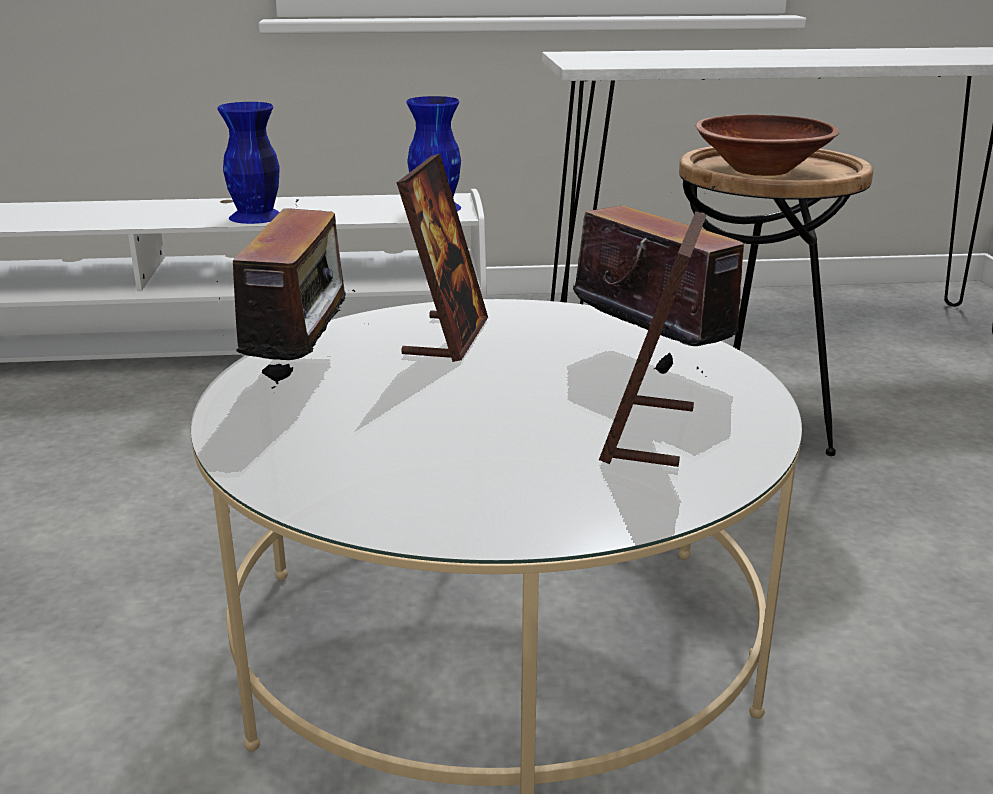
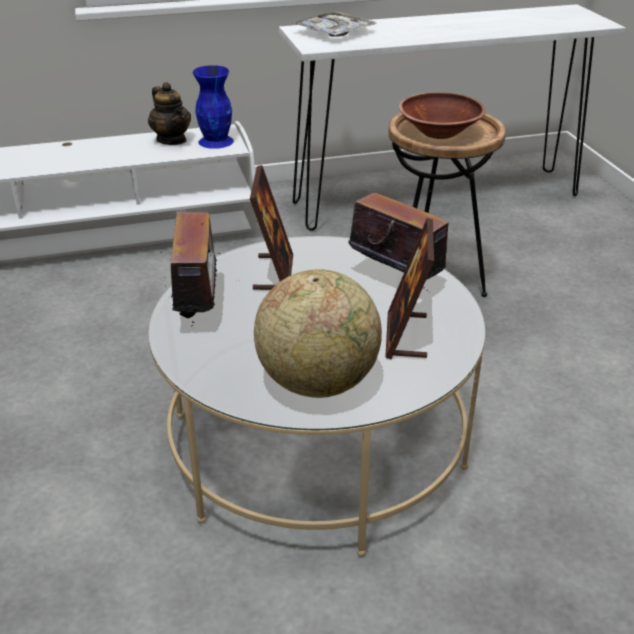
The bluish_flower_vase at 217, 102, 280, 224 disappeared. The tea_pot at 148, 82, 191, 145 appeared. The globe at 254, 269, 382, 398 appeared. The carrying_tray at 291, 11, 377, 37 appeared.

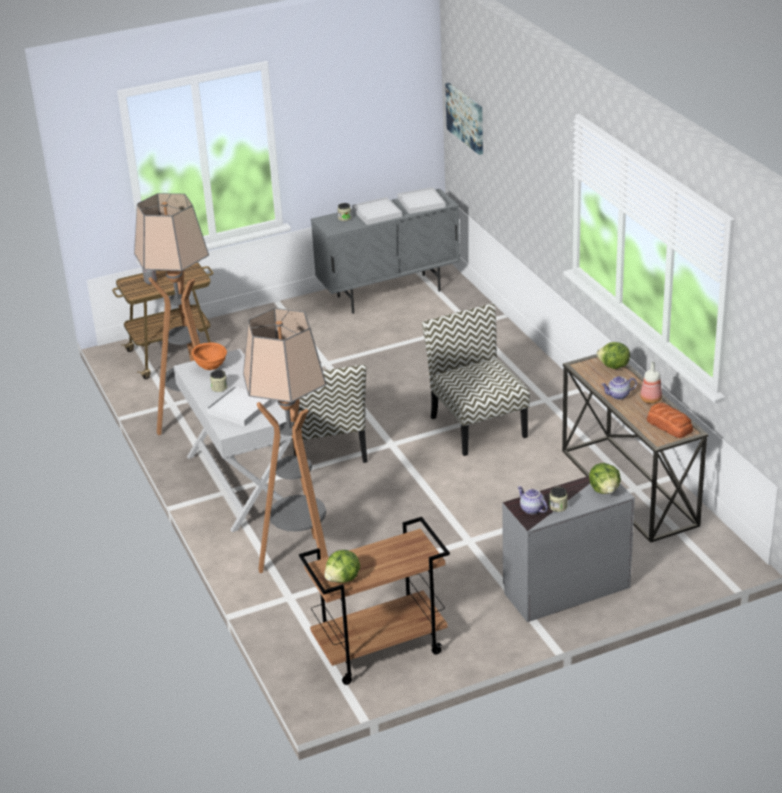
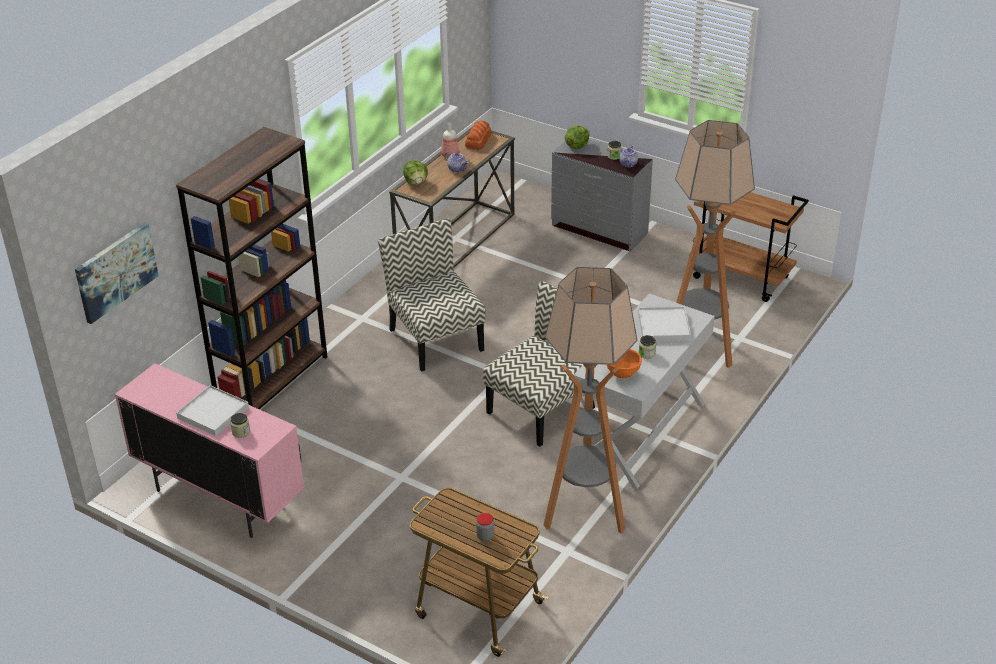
The gray_storage_cabinet at 311, 189, 460, 314 became the pink-coloured_storage_cabinet at 115, 363, 304, 538. The lettuce at 324, 550, 360, 583 disappeared. The whitish_carrying_tray at 397, 187, 445, 214 disappeared. The plain_chair at 422, 303, 530, 456 turned 120 degrees clockwise. The brownish_shelving_unit at 176, 127, 327, 409 appeared.

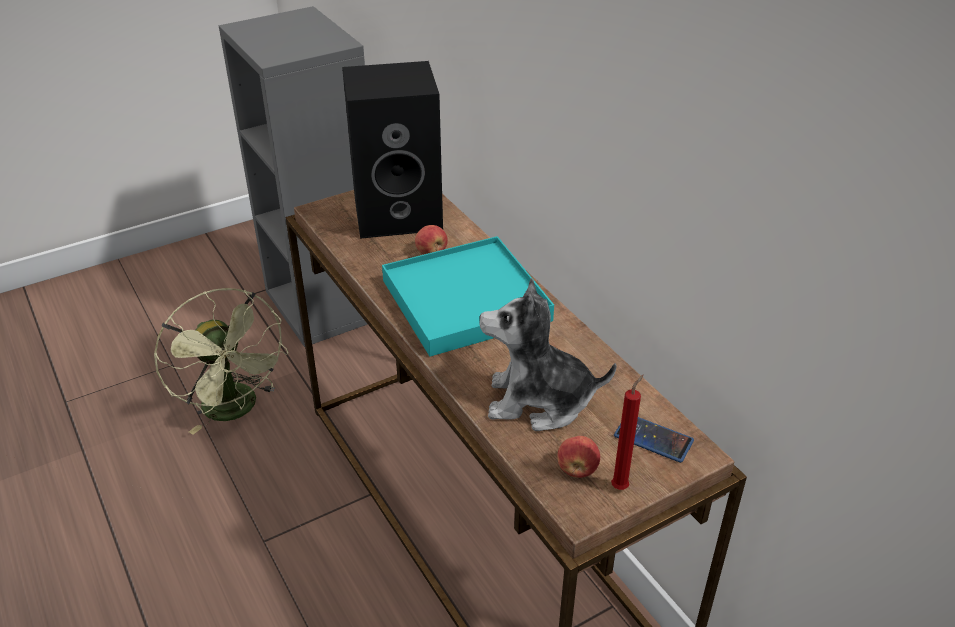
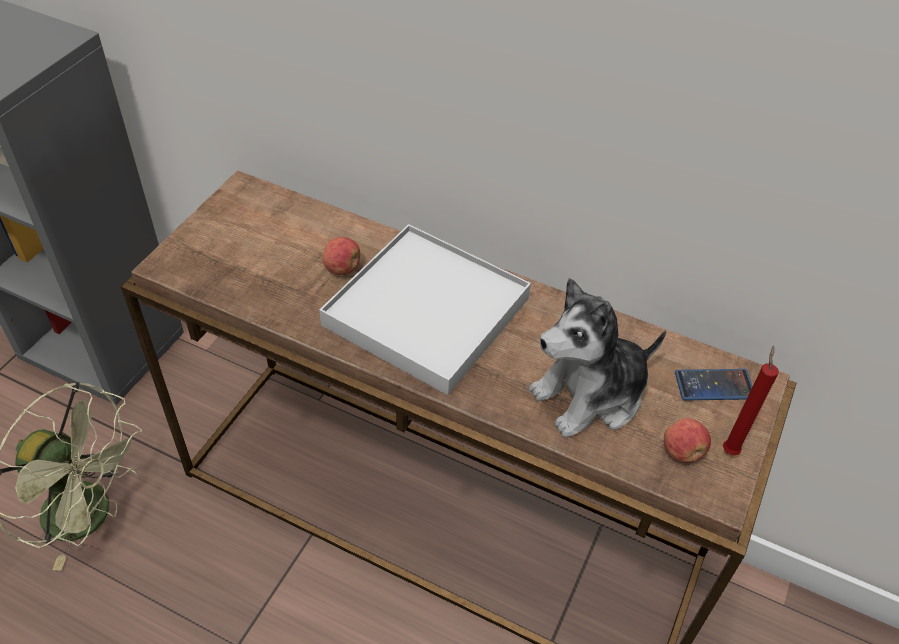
The black_audio_speaker at 342, 61, 443, 239 disappeared. The turquoise-coloured_carrying_tray at 382, 236, 554, 357 became the whitish_carrying_tray at 319, 224, 531, 395.

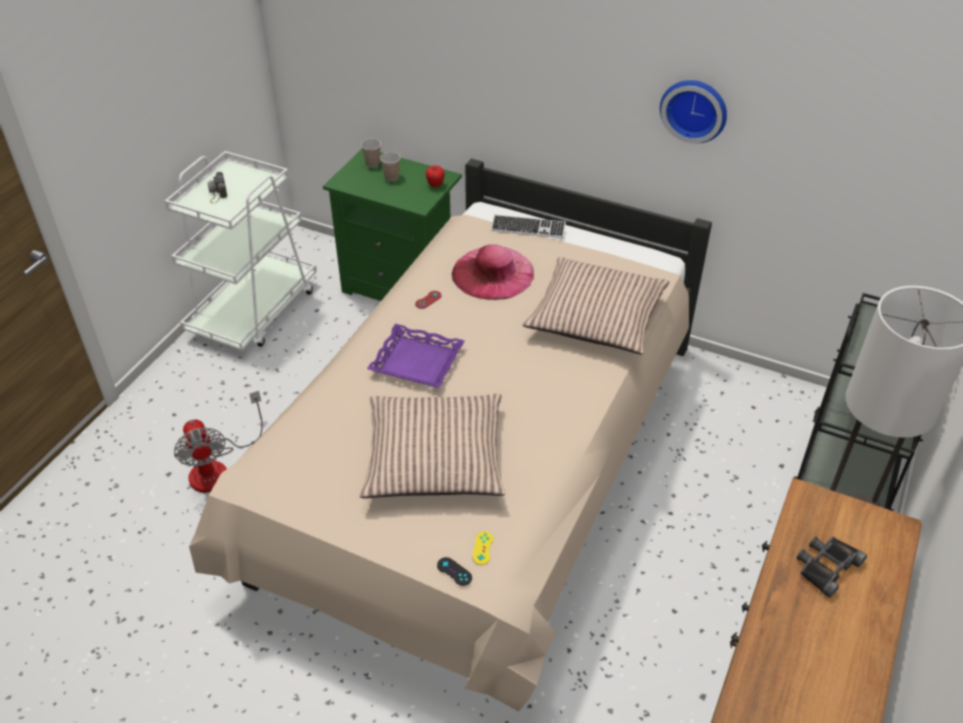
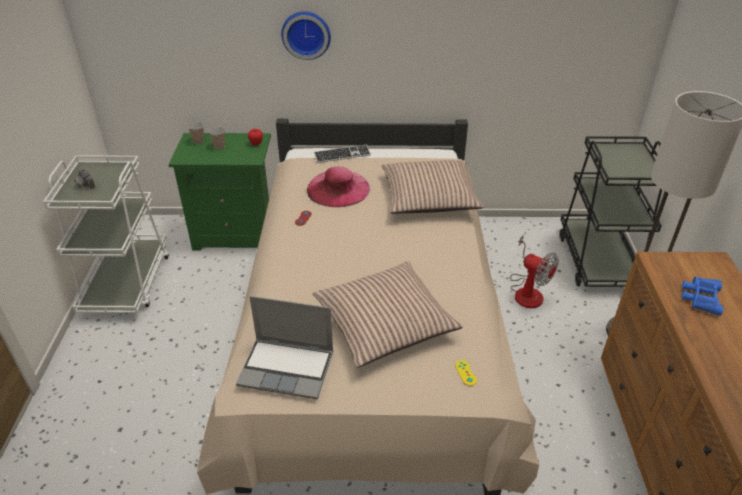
The electric_fan moved from 174, 391, 263, 493 to 510, 235, 559, 308. The purple_carrying_tray at 367, 324, 465, 388 disappeared. The black_joypad at 437, 557, 472, 586 disappeared. The wall_clock moved from 660, 80, 727, 143 to 281, 11, 331, 60. The black_pair_of_binoculars at 796, 536, 867, 598 became the bluish_pair_of_binoculars at 682, 276, 724, 316. The laptop at 236, 296, 333, 400 appeared.

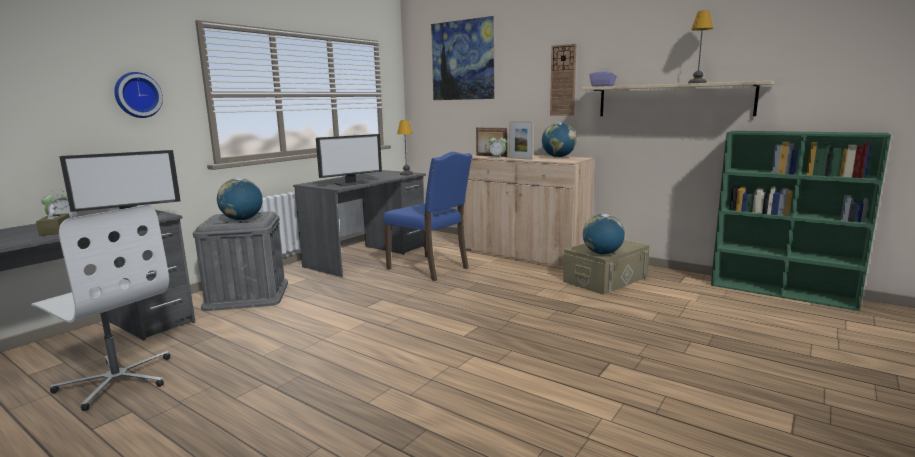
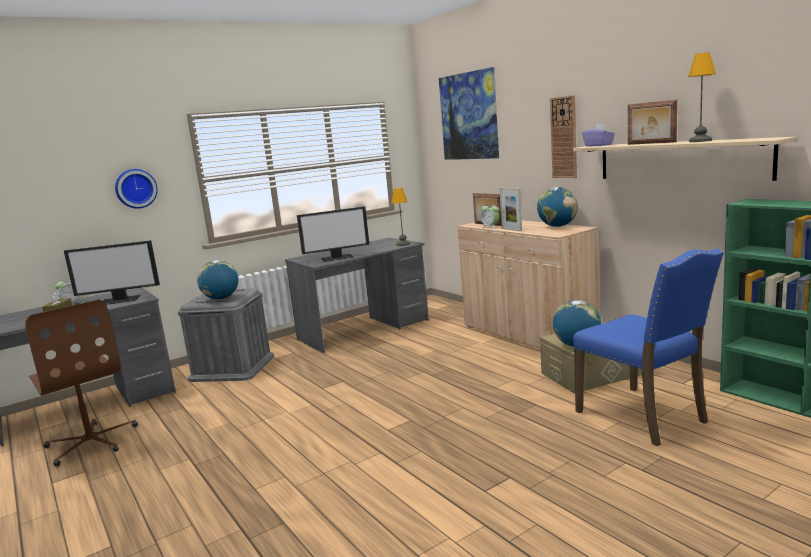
The whitish_desk_chair at 31, 205, 170, 411 became the brownish_desk_chair at 25, 300, 138, 466. The bluish_plain_chair moved from 383, 152, 473, 281 to 573, 249, 724, 446. The standing_frame at 628, 100, 677, 145 appeared.

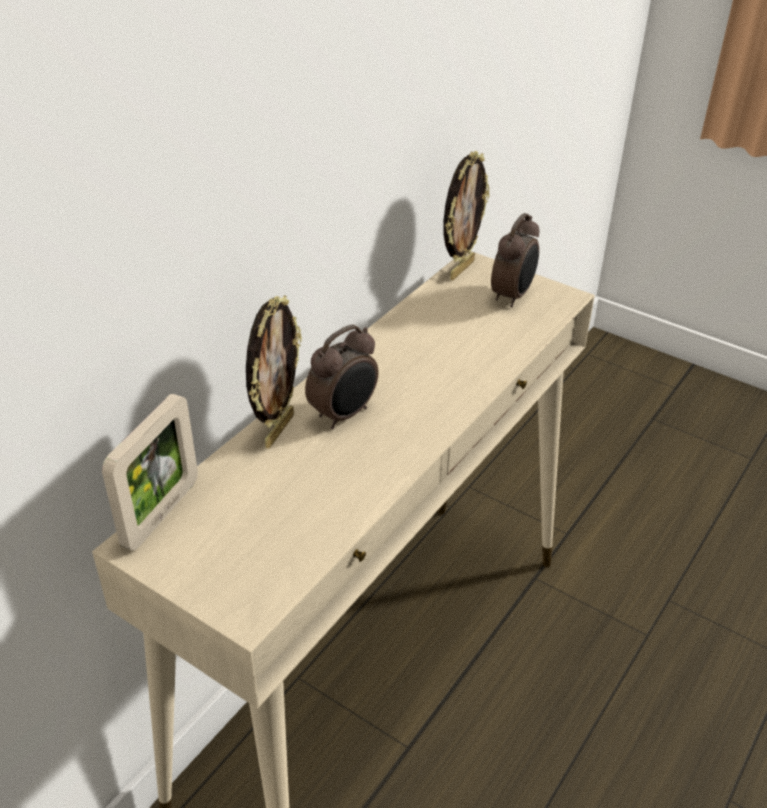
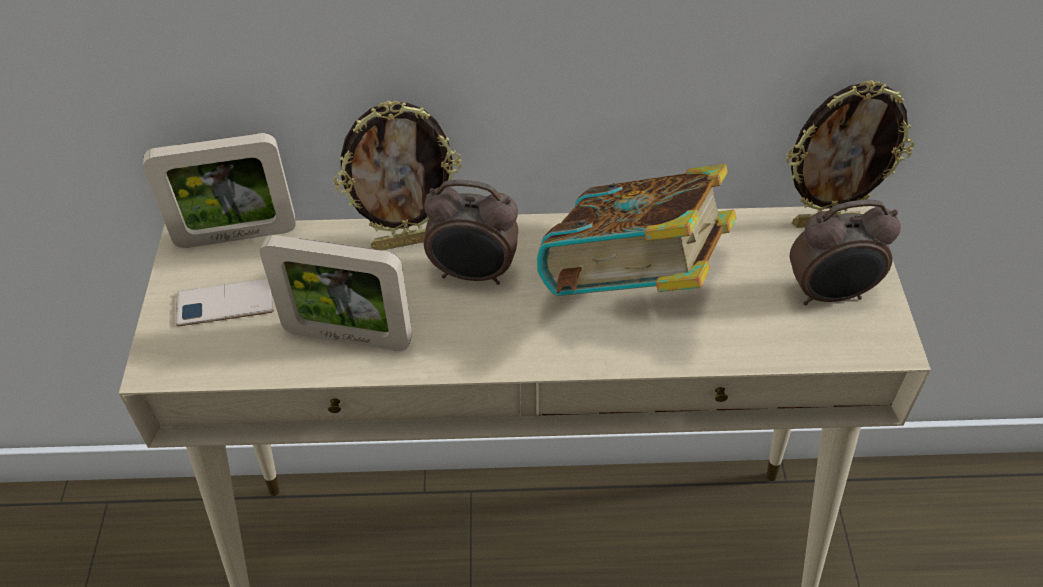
The handset at 176, 278, 274, 326 appeared. The standing_frame at 260, 235, 412, 351 appeared. The book at 537, 163, 736, 296 appeared.

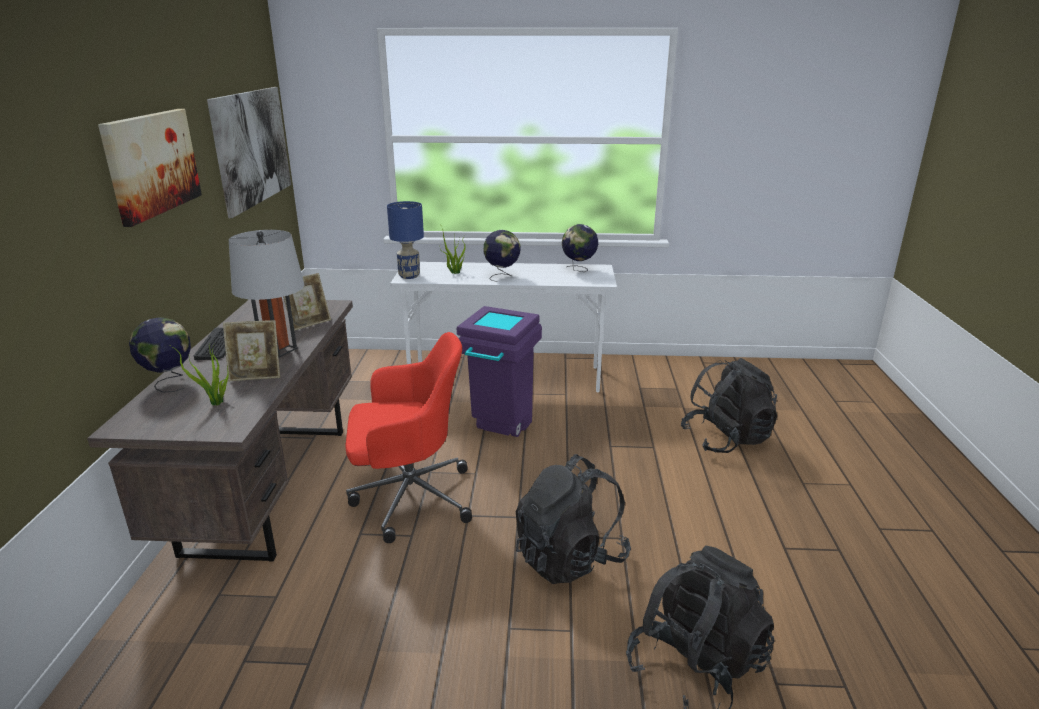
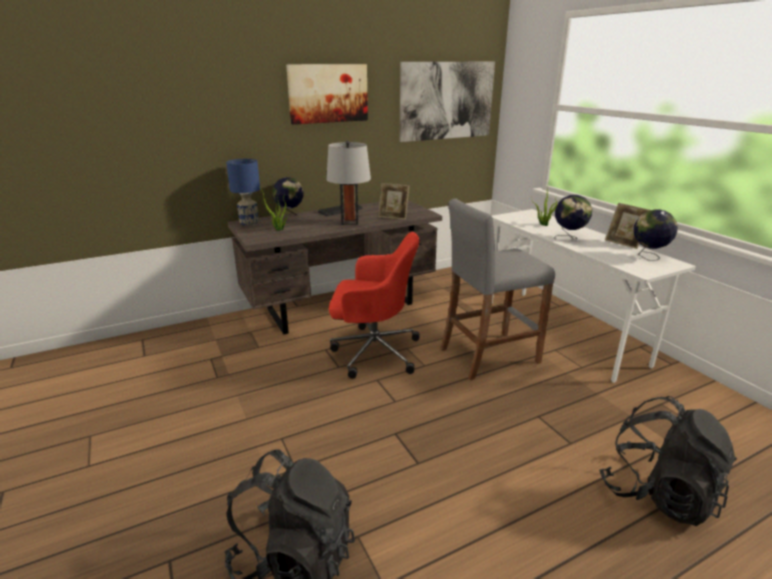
The standing_frame moved from 223, 320, 280, 381 to 605, 203, 651, 249. The reddish_desk_chair at 345, 332, 472, 543 turned 45 degrees counterclockwise. The bluish_table_lamp moved from 387, 201, 424, 279 to 226, 159, 260, 226. The purple_waste_bin at 457, 306, 542, 437 was replaced by the gray_sitting_stool at 440, 199, 555, 380. The black_rucksack at 516, 454, 631, 584 disappeared.

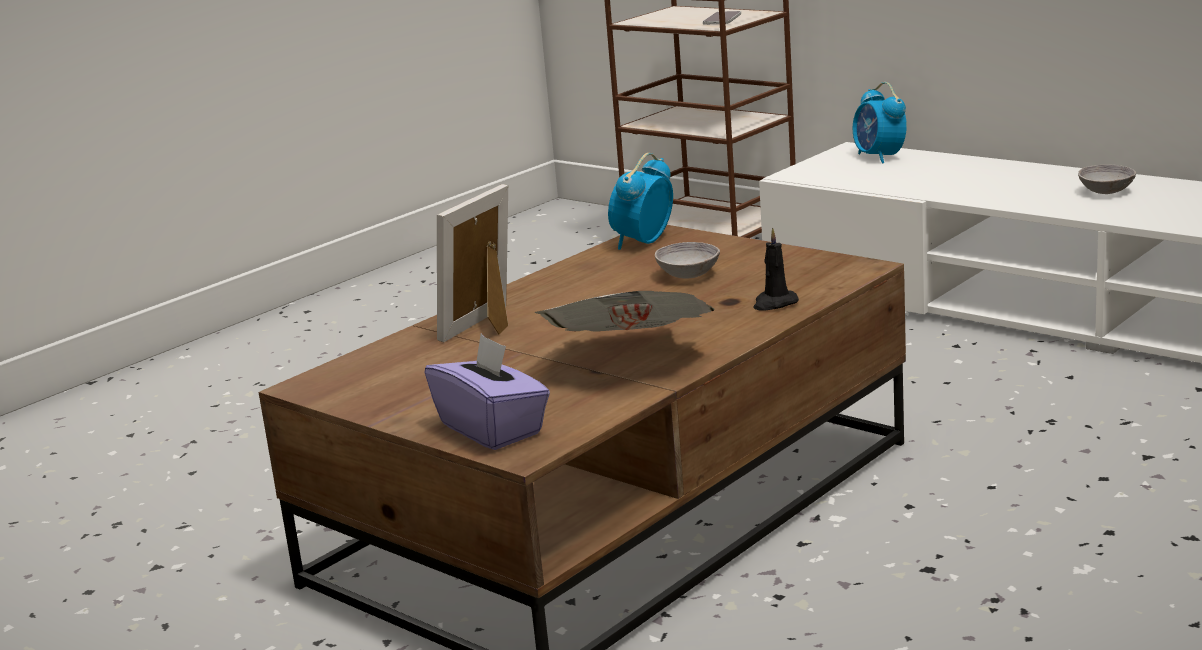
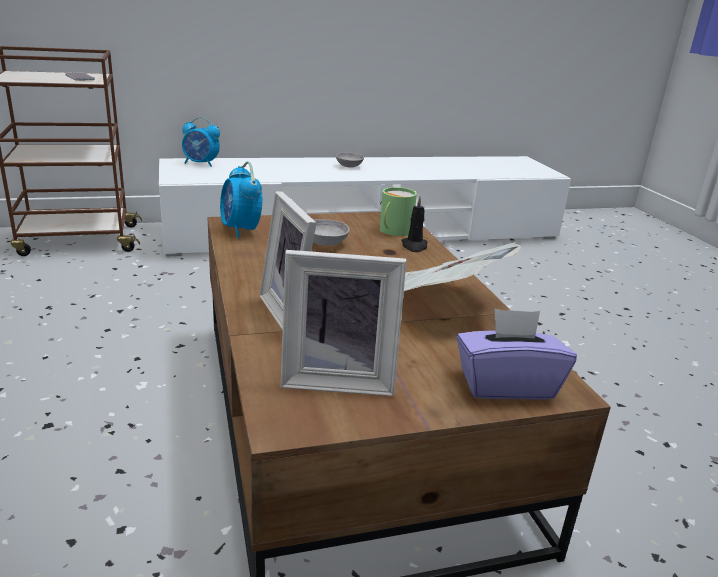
The standing_frame at 281, 250, 407, 396 appeared. The green-coloured_mug at 380, 187, 417, 236 appeared.

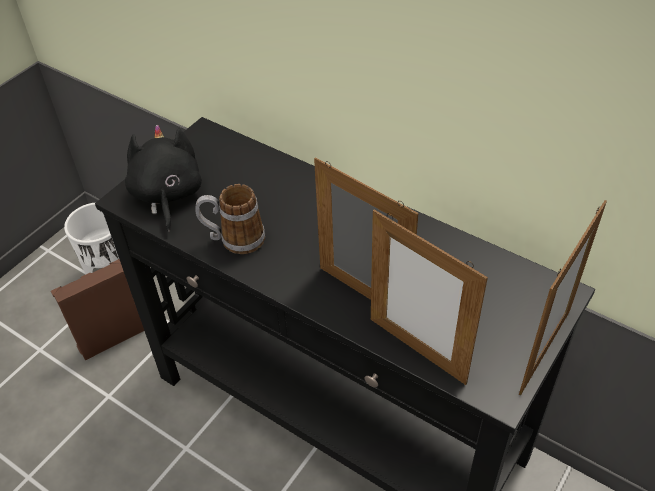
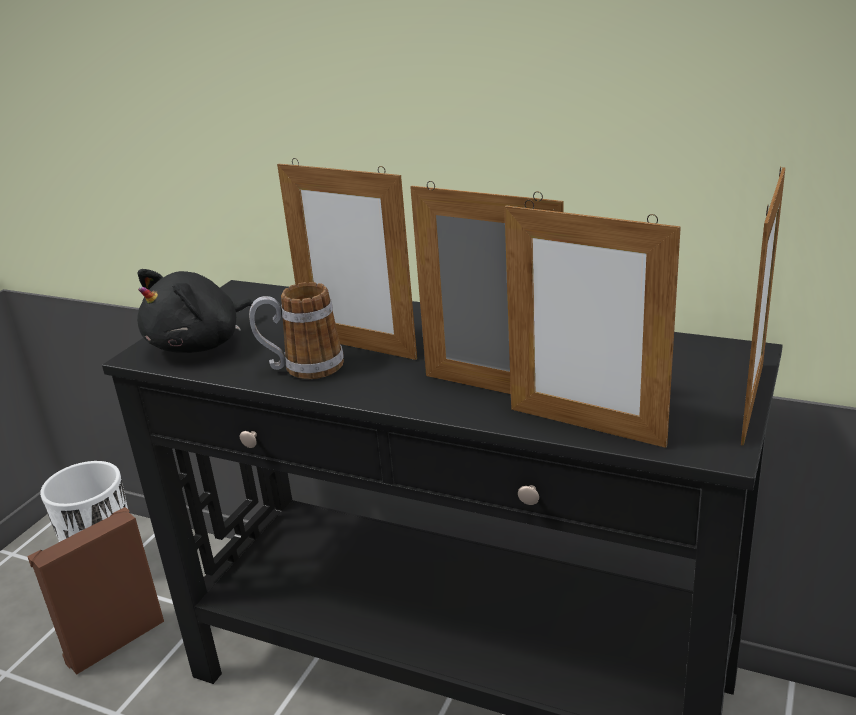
The black_cuddly_toy at 125, 125, 202, 232 turned 120 degrees counterclockwise. The standing_frame at 277, 158, 417, 360 appeared.

